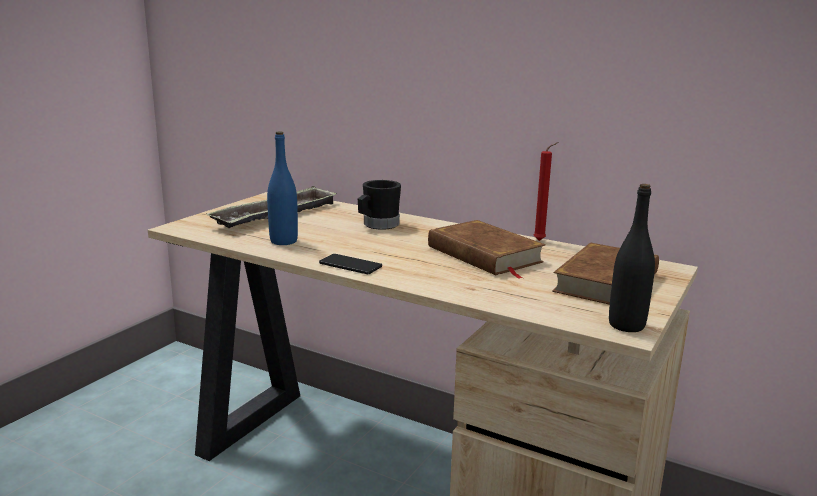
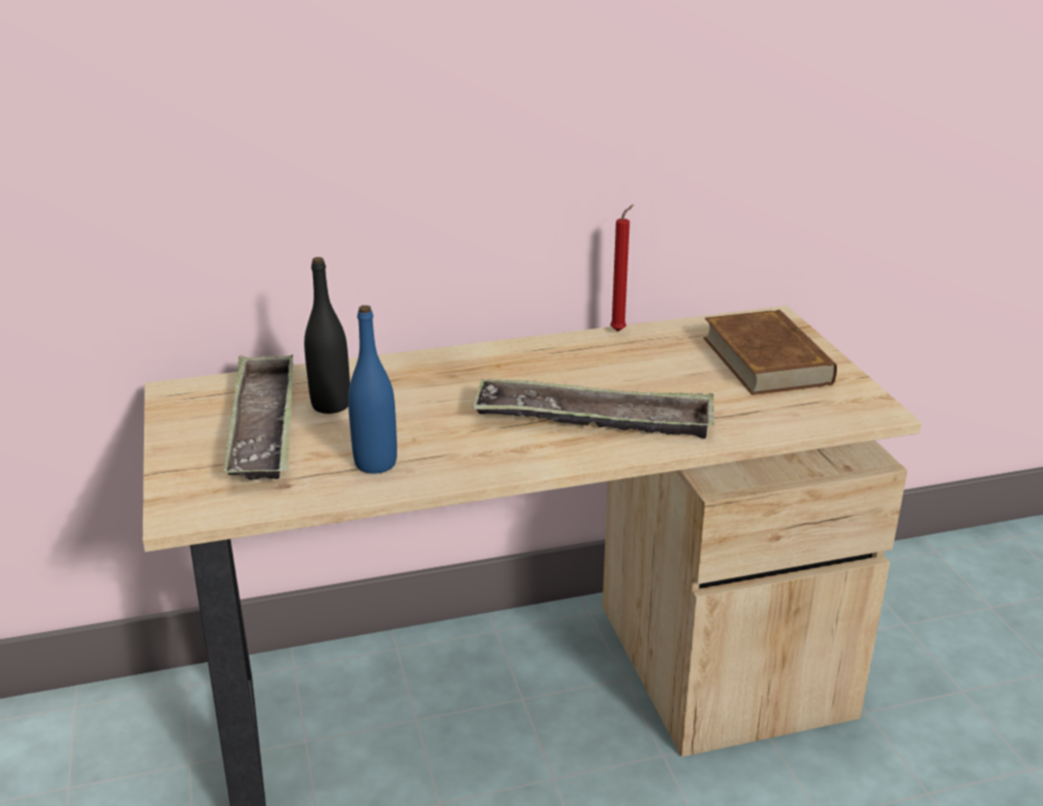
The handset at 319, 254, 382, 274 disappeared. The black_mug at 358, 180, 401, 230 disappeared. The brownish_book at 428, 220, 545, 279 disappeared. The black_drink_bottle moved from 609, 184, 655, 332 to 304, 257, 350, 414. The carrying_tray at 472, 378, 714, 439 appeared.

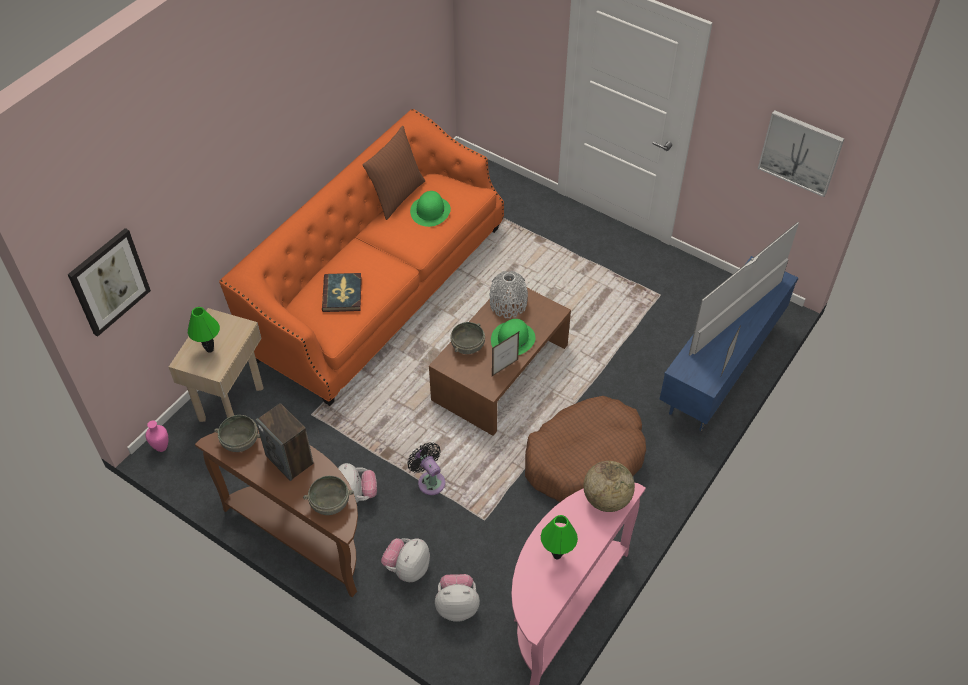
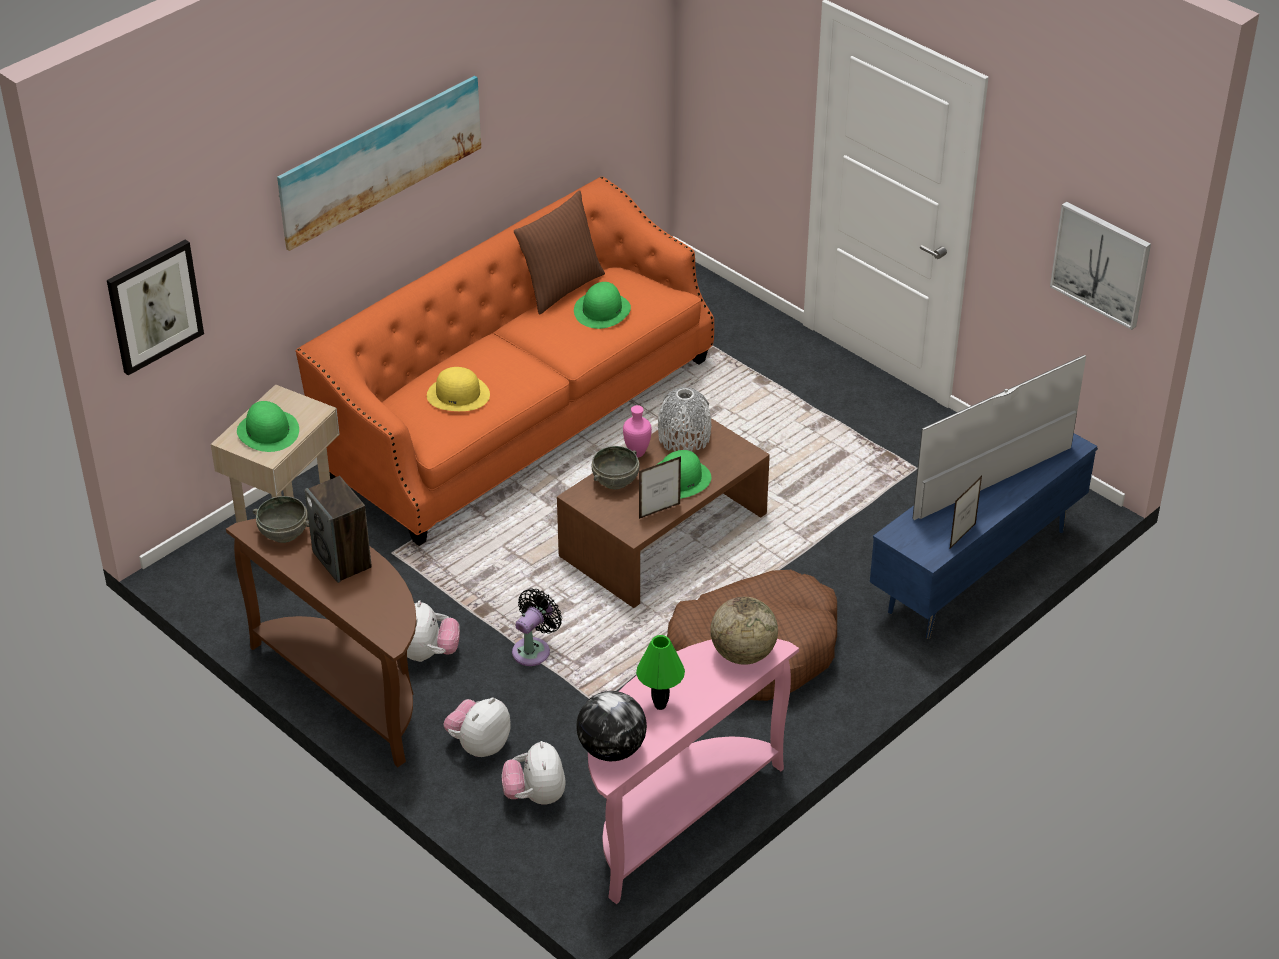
The pink-coloured_flower_vase moved from 146, 420, 168, 452 to 623, 405, 652, 458. The green-coloured_table_lamp at 188, 307, 220, 353 was replaced by the green-coloured_hat at 237, 401, 299, 452. The gray_deep_dish at 303, 476, 354, 515 disappeared. The book at 322, 273, 362, 312 was replaced by the yellow_hat at 427, 367, 490, 411. The black_electric_fan at 407, 442, 445, 495 turned 60 degrees clockwise. The cuddly_toy at 435, 574, 480, 622 turned 105 degrees counterclockwise. The picture at 277, 76, 481, 251 appeared. The globe at 576, 691, 647, 761 appeared.

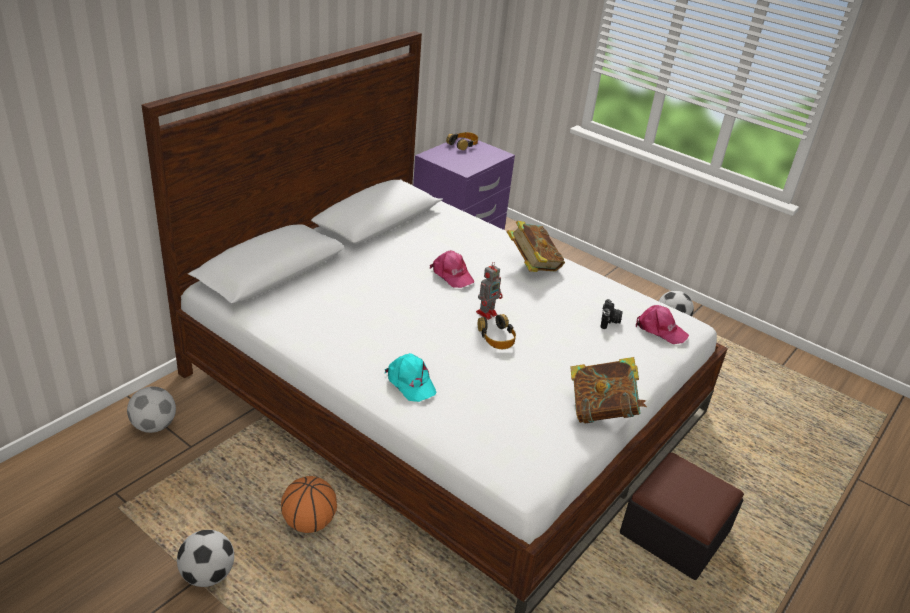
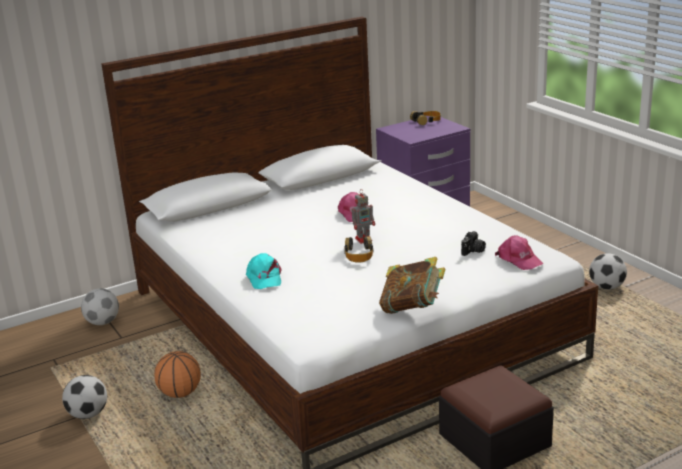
The book at 507, 221, 565, 272 disappeared.

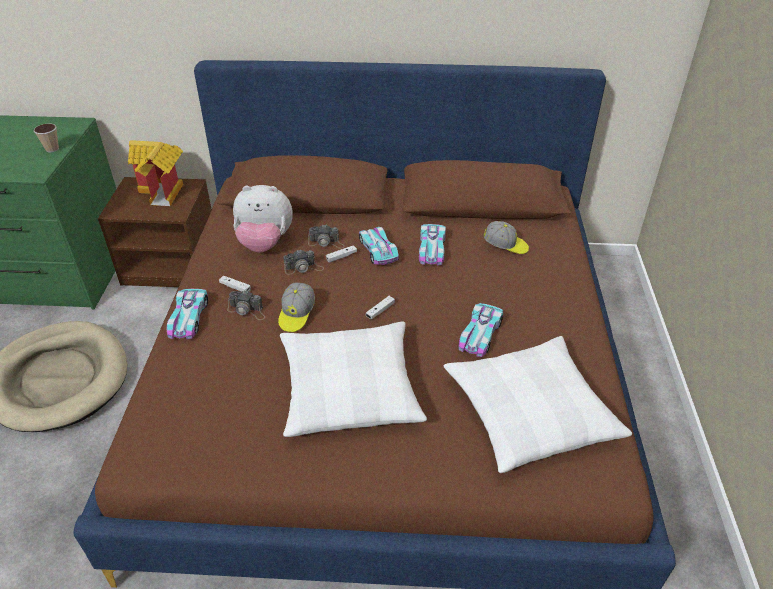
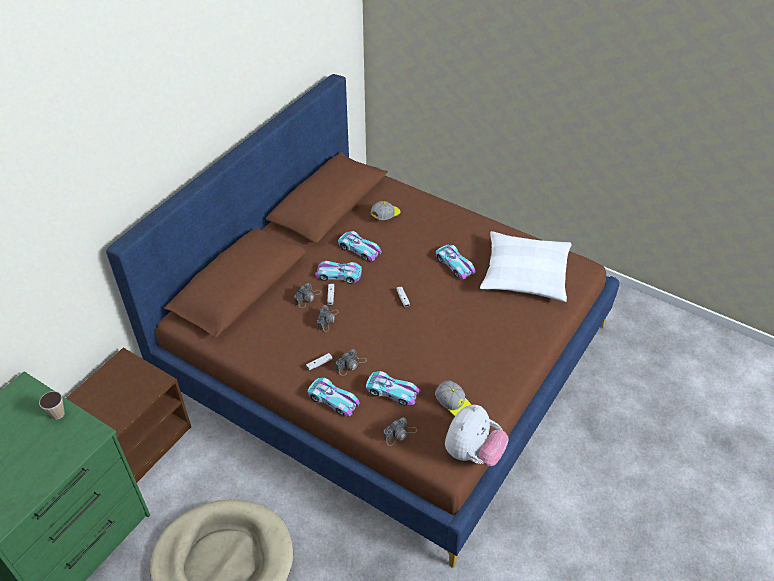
The model_house at 128, 140, 183, 206 disappeared. The cuddly_toy moved from 233, 185, 293, 252 to 445, 405, 509, 466. The peaked_cap moved from 278, 283, 315, 332 to 435, 380, 471, 416. The whitish_cushion at 280, 322, 427, 437 disappeared. The miniature_car at 366, 371, 419, 406 appeared. The still_camera at 383, 417, 417, 446 appeared.

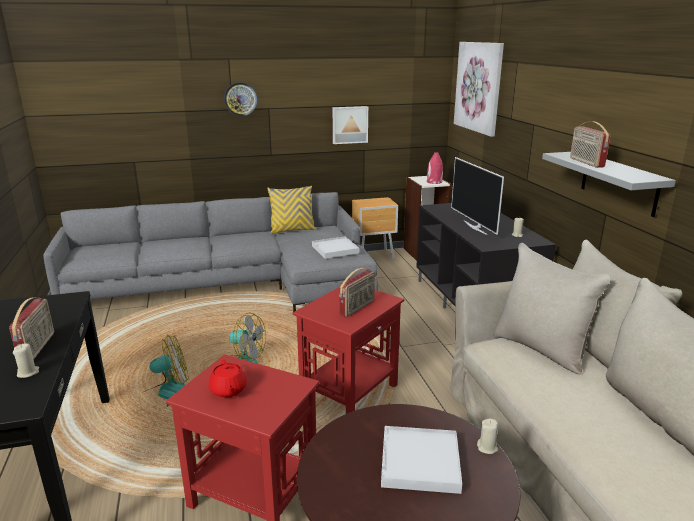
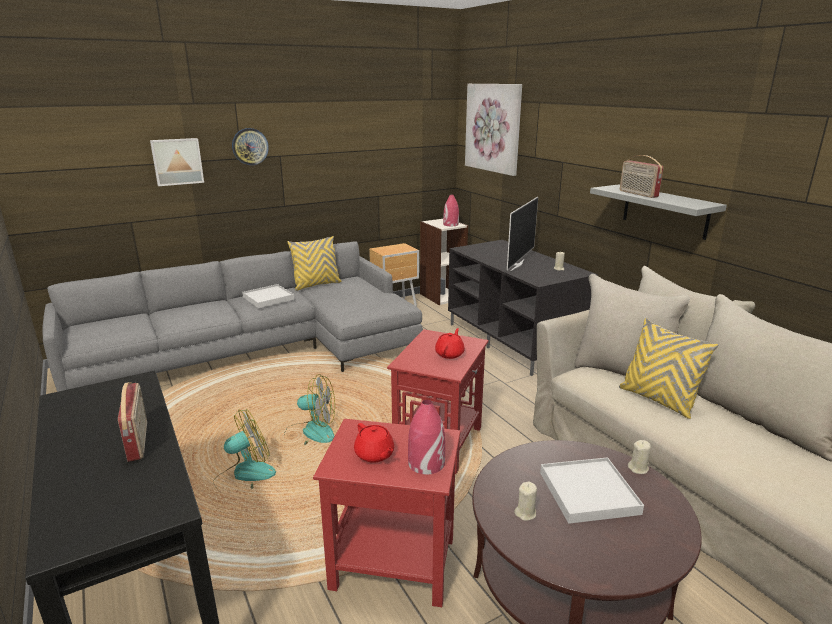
The sand-coloured_wax_candle moved from 13, 343, 39, 378 to 514, 482, 537, 521. The whitish_carrying_tray moved from 312, 236, 359, 259 to 242, 284, 294, 308. The picture moved from 333, 106, 368, 144 to 150, 138, 204, 186. The radio_set at 339, 268, 375, 317 was replaced by the reddish_tea_pot at 435, 328, 465, 359. The TV_set at 451, 157, 504, 235 turned 120 degrees counterclockwise. The reddish_flower_vase at 408, 400, 445, 475 appeared. The yellow_cushion at 619, 318, 718, 419 appeared.

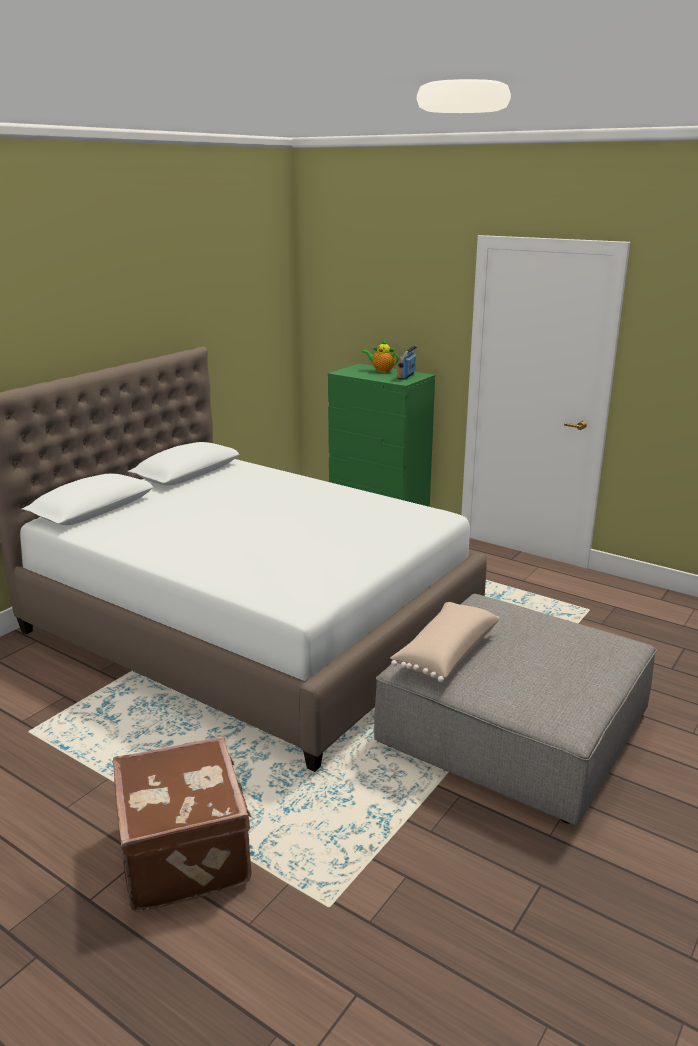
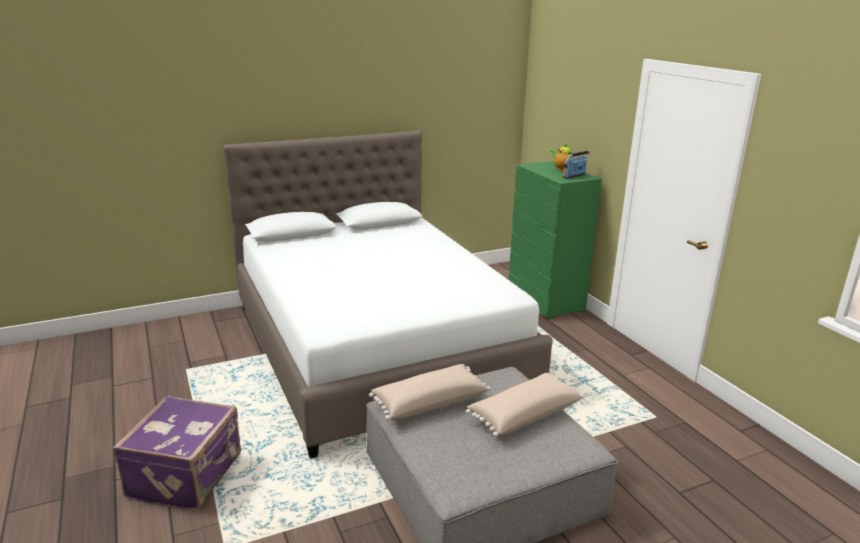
The brownish_piece_of_luggage at 113, 736, 252, 912 became the purple_piece_of_luggage at 113, 396, 241, 511. The sand-coloured_cushion at 466, 373, 584, 437 appeared.

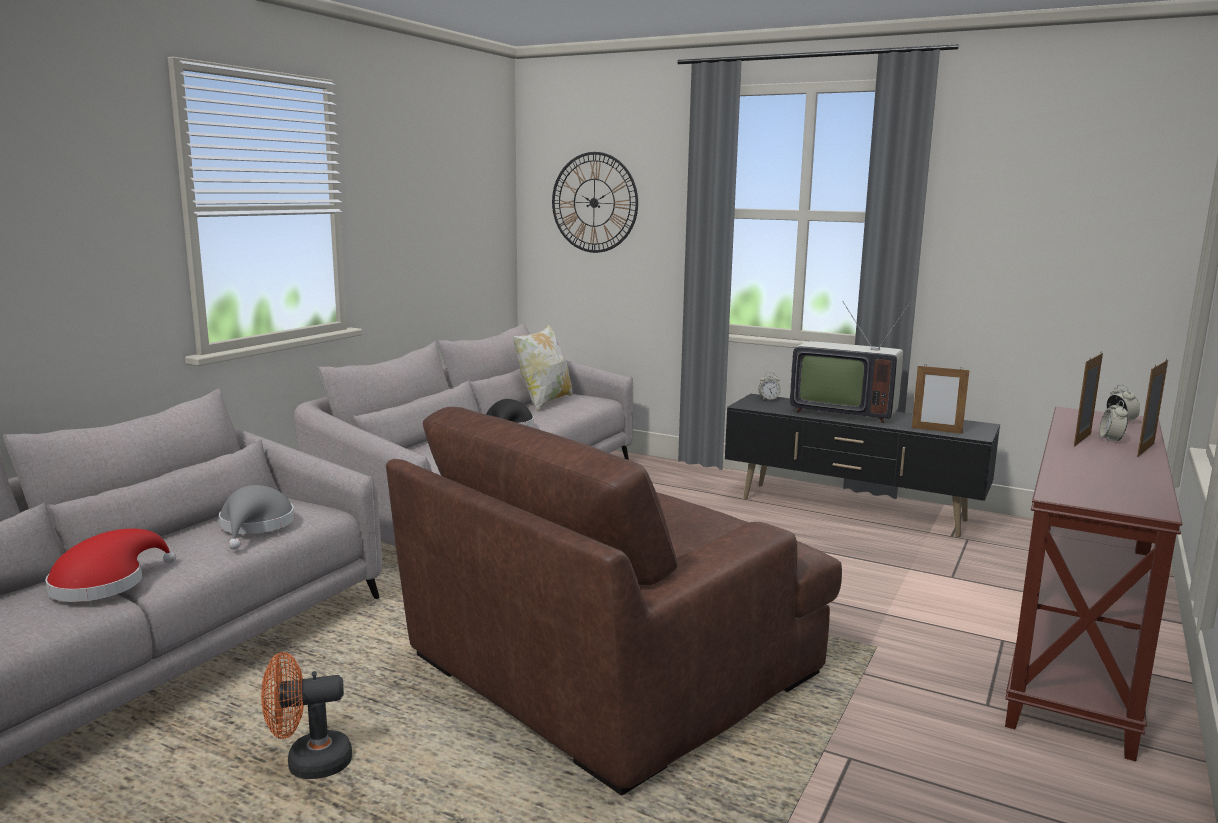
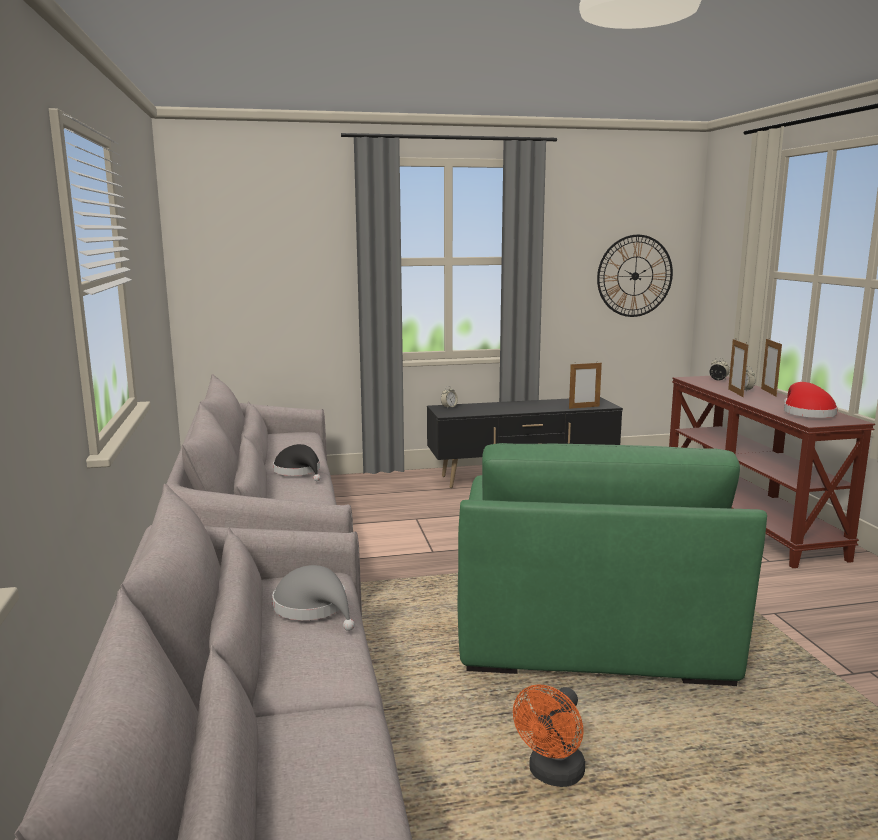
The reddish_hat moved from 45, 529, 176, 602 to 784, 382, 838, 418. The brownish_armchair at 386, 407, 842, 796 became the green-coloured_armchair at 457, 443, 767, 686. The cushion at 513, 324, 573, 412 disappeared. The wall_clock moved from 552, 152, 638, 253 to 597, 235, 673, 317. The TV_set at 790, 301, 911, 423 disappeared.

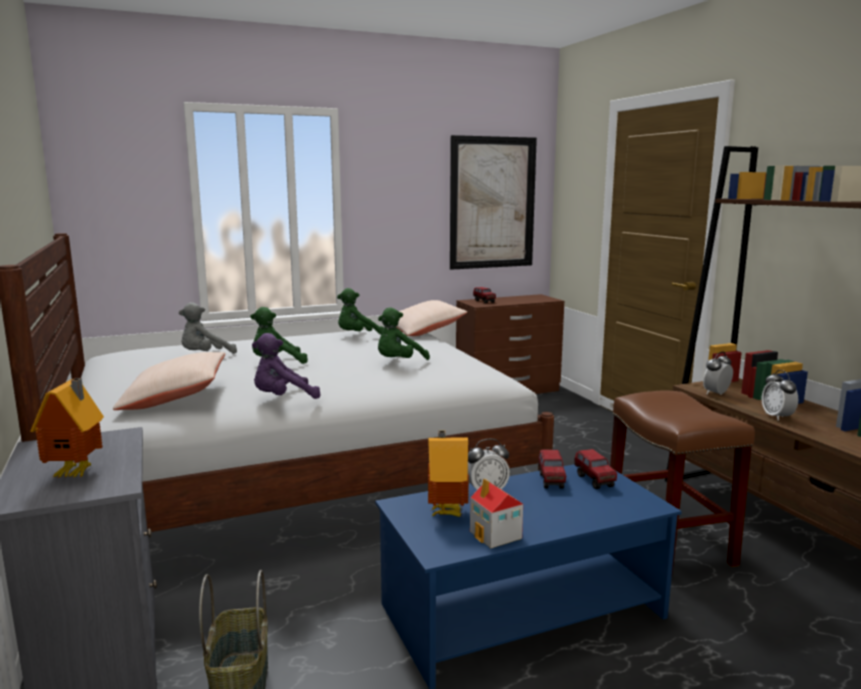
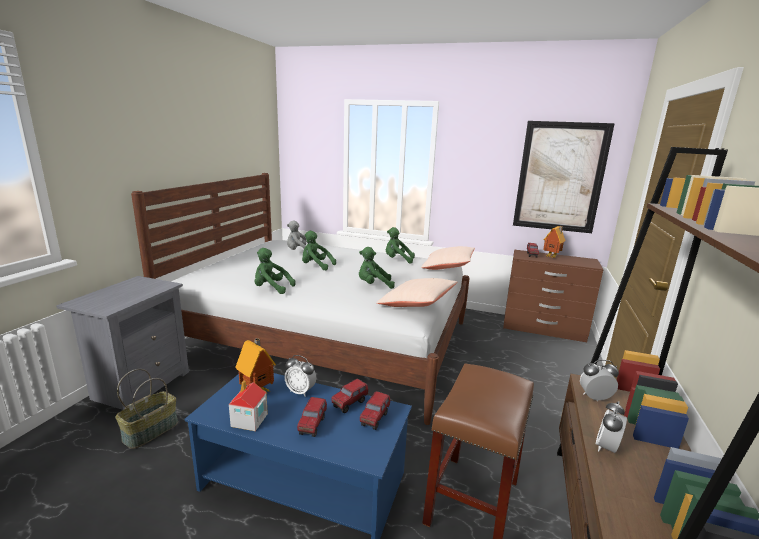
The model_house moved from 30, 378, 104, 478 to 543, 226, 566, 258. The sand-coloured_cushion moved from 113, 352, 225, 410 to 377, 278, 457, 307. The purple_cuddly_toy at 252, 333, 321, 399 became the green-coloured_cuddly_toy at 254, 248, 295, 294. The toy_truck at 297, 397, 327, 437 appeared.

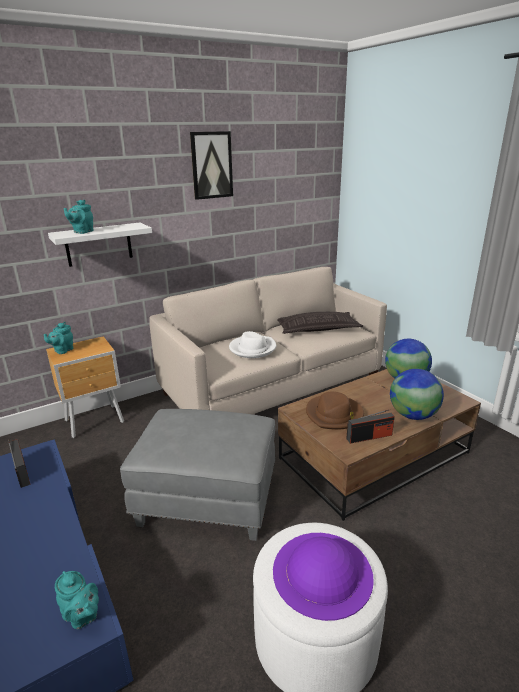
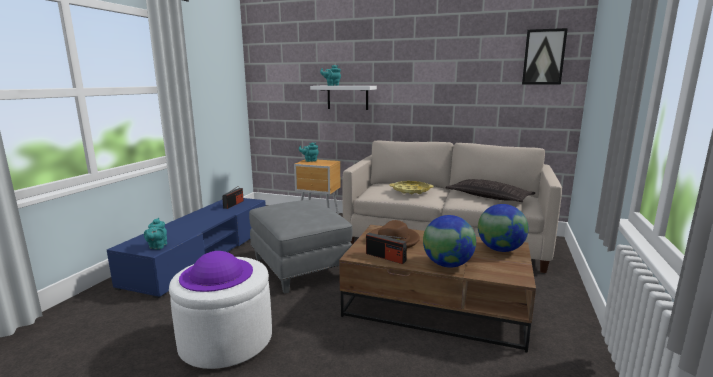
The picture moved from 190, 131, 233, 200 to 522, 28, 568, 84. The whitish_hat at 229, 331, 276, 358 was replaced by the yellow_carrying_tray at 389, 181, 434, 194.

